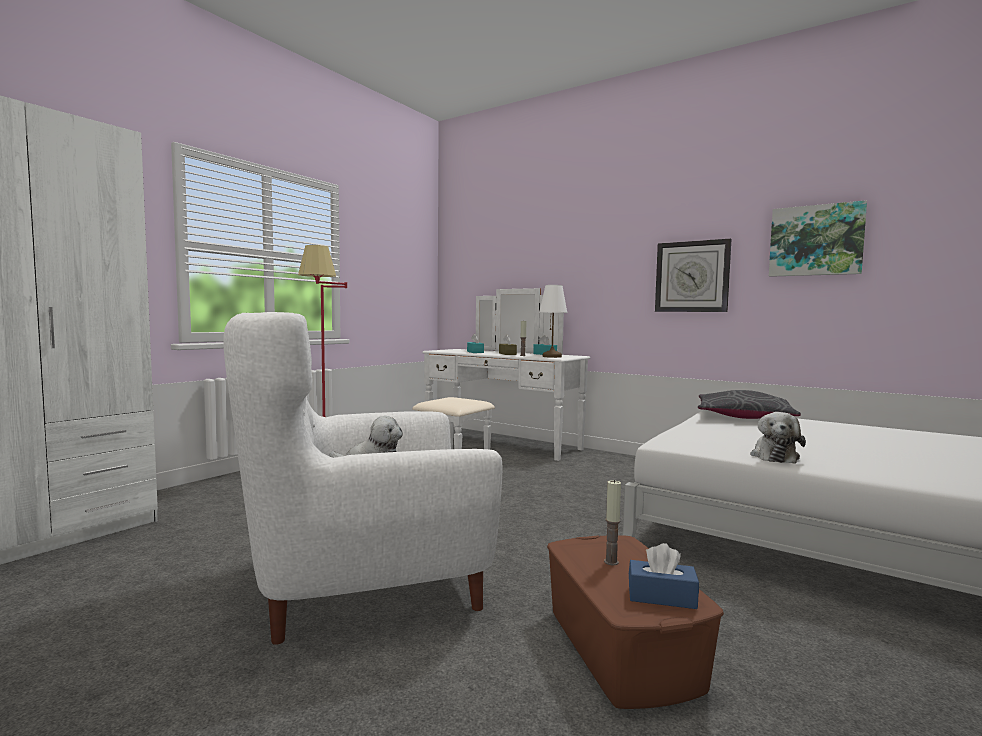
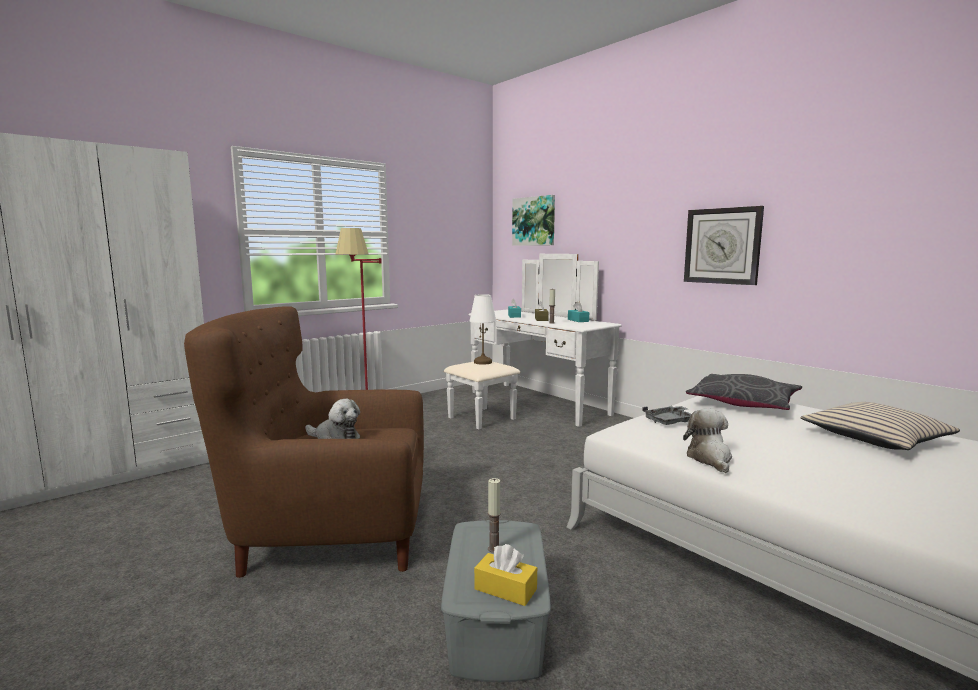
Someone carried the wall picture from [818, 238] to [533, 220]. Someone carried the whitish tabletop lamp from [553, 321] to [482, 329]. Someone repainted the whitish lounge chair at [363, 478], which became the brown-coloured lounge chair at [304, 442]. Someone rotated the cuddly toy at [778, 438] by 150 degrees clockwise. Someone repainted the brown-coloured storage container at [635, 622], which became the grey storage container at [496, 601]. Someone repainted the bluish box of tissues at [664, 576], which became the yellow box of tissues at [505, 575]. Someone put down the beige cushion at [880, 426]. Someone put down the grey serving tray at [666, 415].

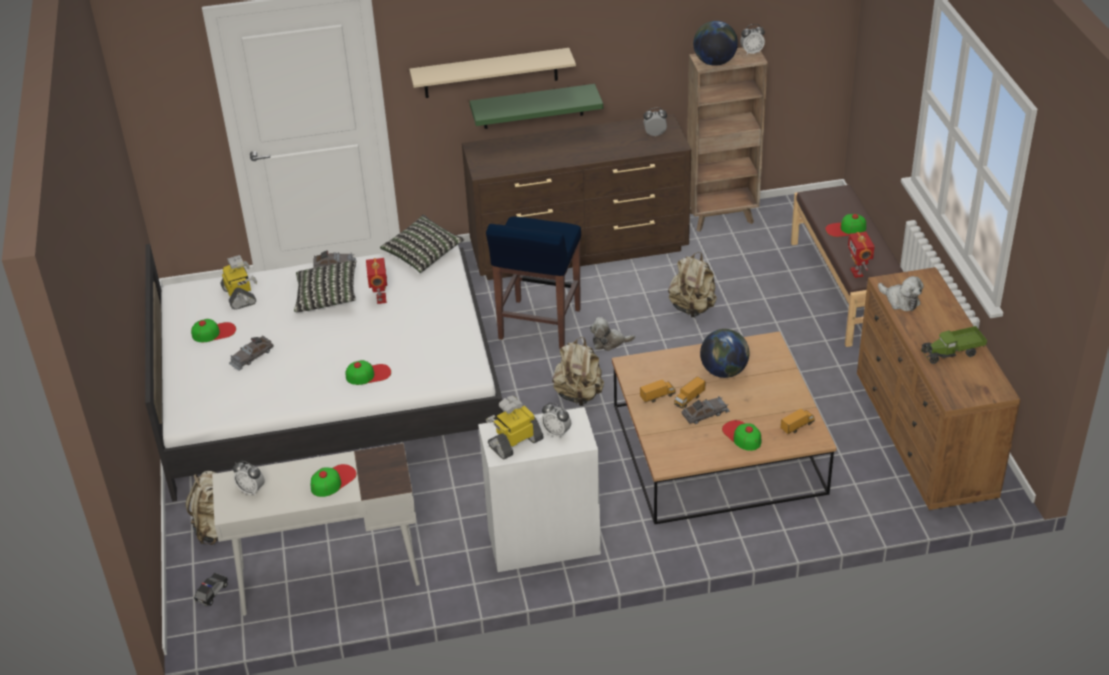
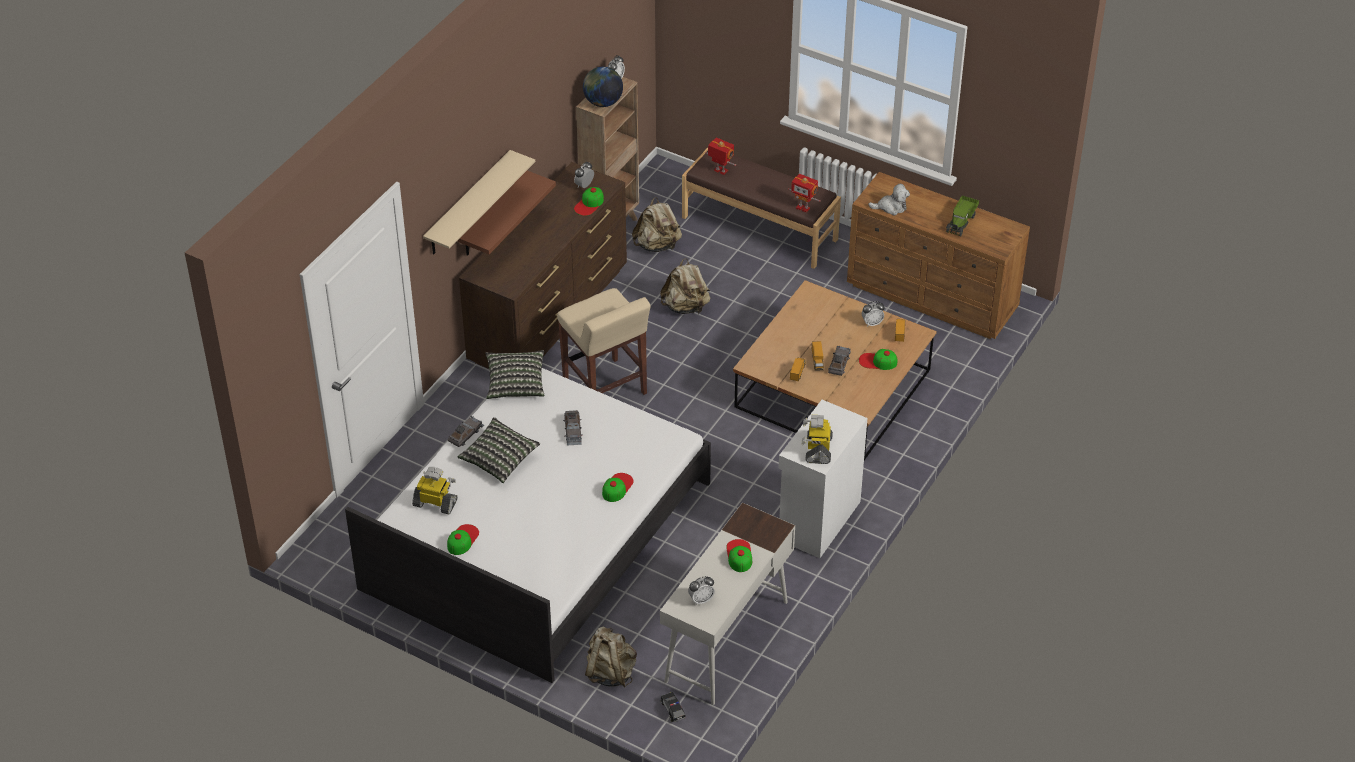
Someone repainted the greenish bracket shelf at [536, 106], which became the brown-coloured bracket shelf at [507, 213]. Someone carried the peaked cap from [845, 225] to [589, 201]. Someone repainted the bluish stool seat at [533, 283], which became the beige stool seat at [604, 341]. Someone carried the model robot from [376, 281] to [720, 156]. Someone took away the cuddly toy at [612, 334]. Someone took away the desk globe at [724, 353]. Someone carried the grey model car from [251, 353] to [572, 427]. Someone carried the beige backpack from [578, 371] to [657, 224]. Someone carried the table clock from [556, 420] to [873, 314].

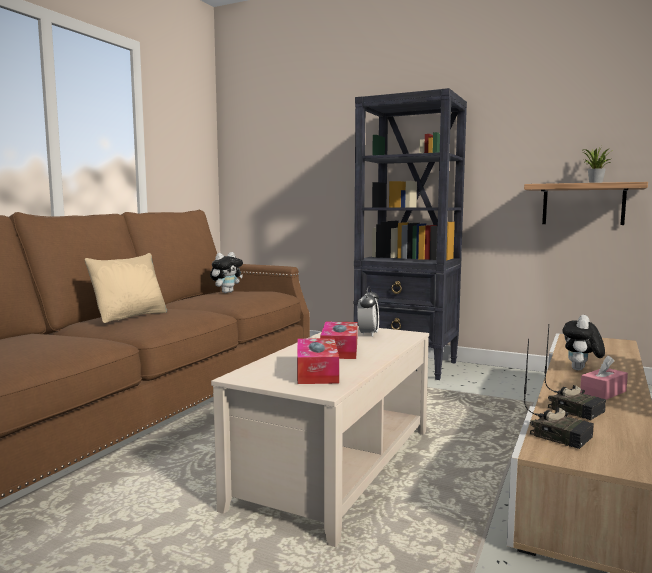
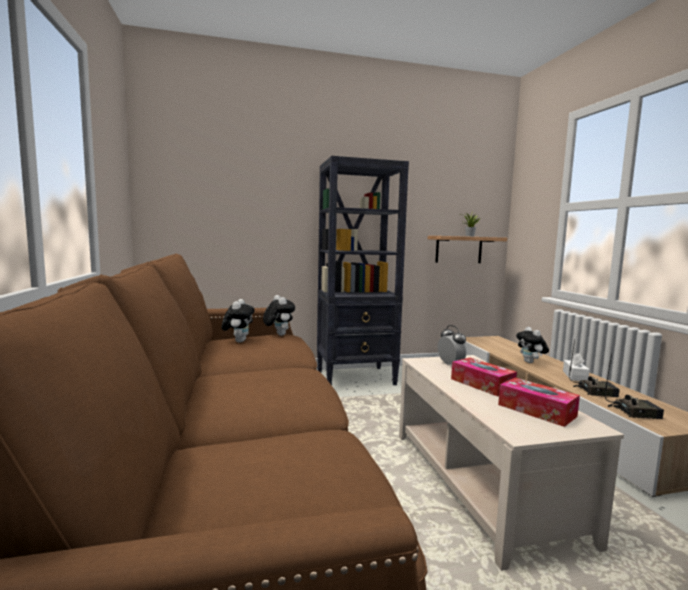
Someone took away the beige cushion at [126, 288]. Someone repainted the pink-coloured box of tissues at [604, 378], which became the whitish box of tissues at [576, 367]. Someone put down the cuddly toy at [279, 315].

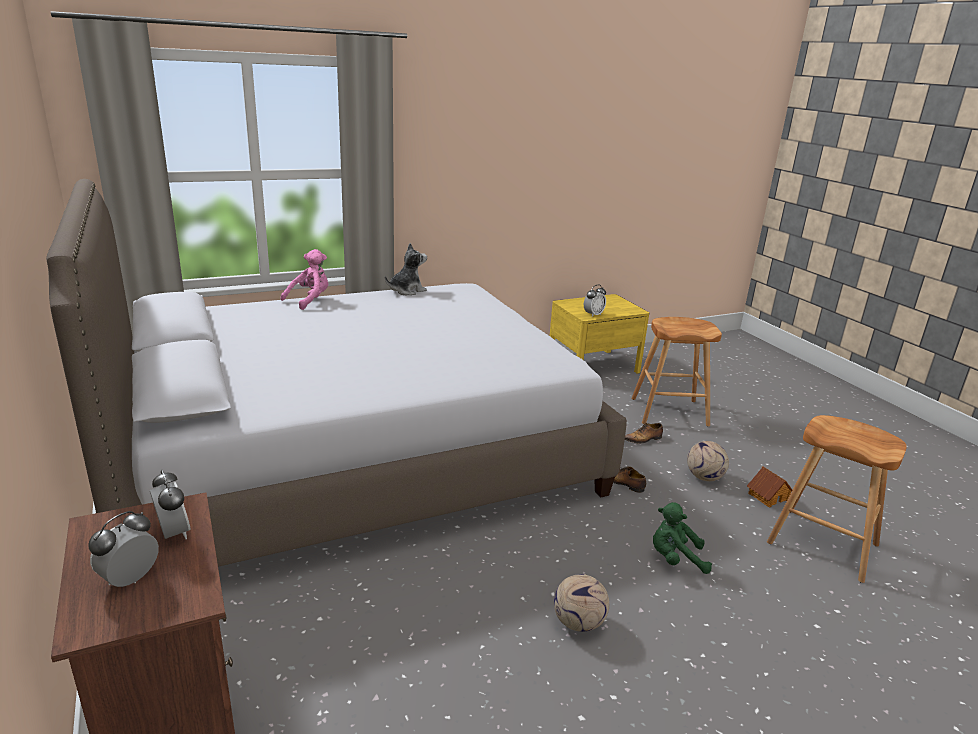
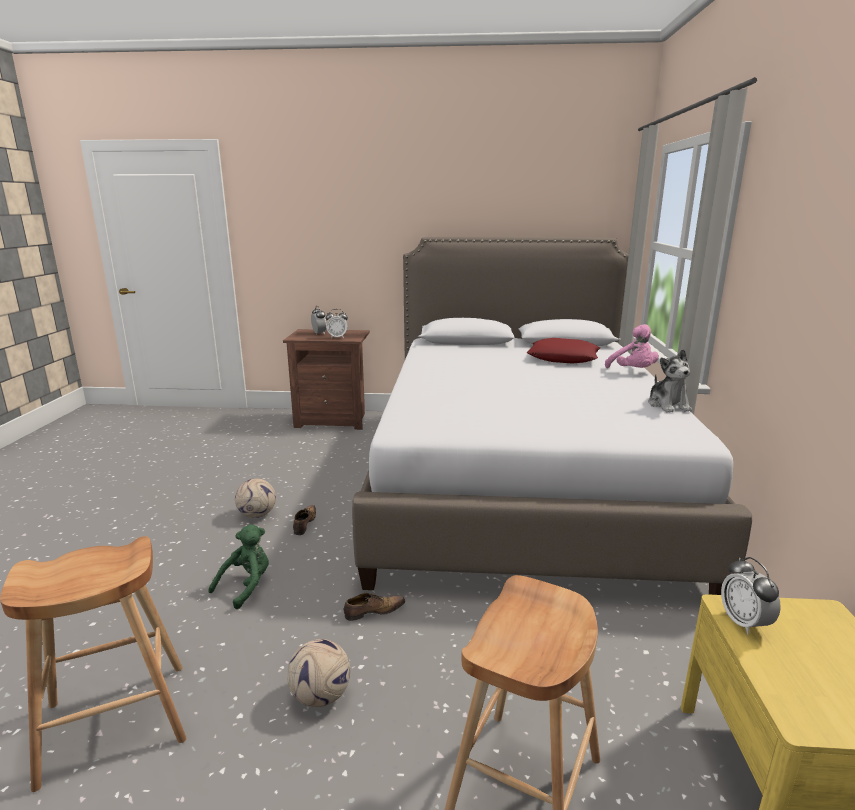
Someone carried the shoe from [644, 433] to [304, 520]. Someone took away the miniature house at [769, 487]. Someone put down the red cushion at [563, 351].

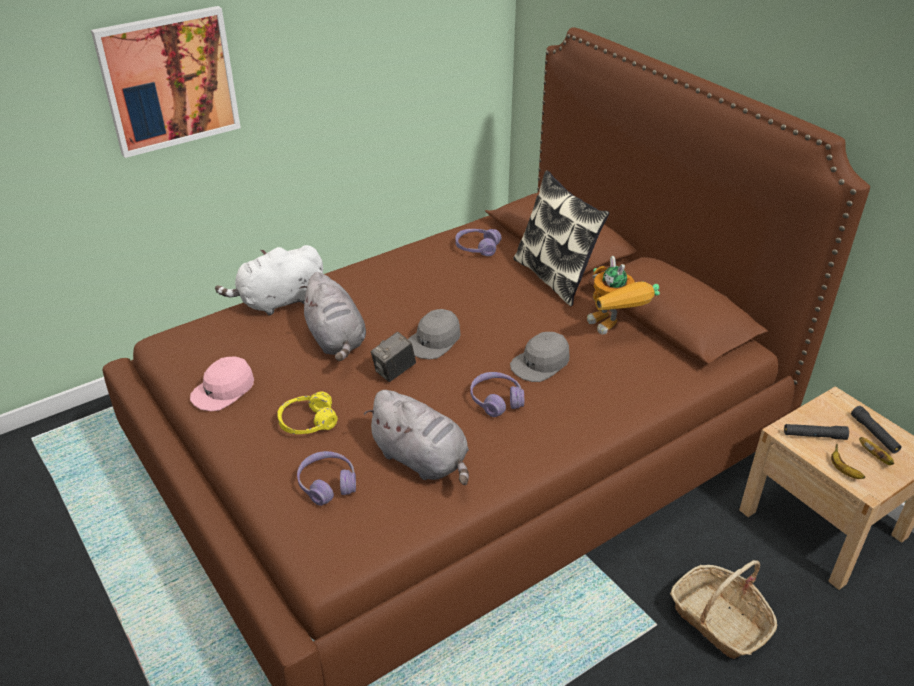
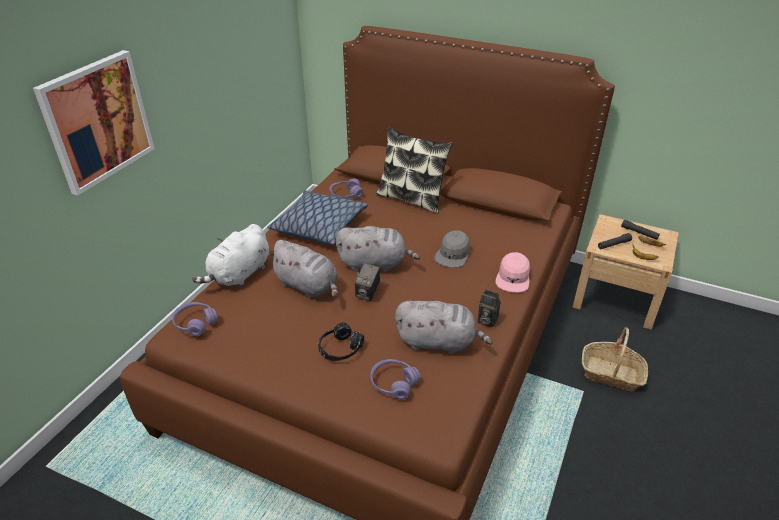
Someone took away the model robot at [623, 295]. Someone swapped the grey peaked cap at [434, 334] for the grey cuddly toy at [378, 249]. Someone carried the pink-coloured peaked cap from [222, 384] to [513, 272]. Someone carried the purple-coloured pair of headphones from [497, 394] to [195, 319]. Someone repainted the yellow pair of headphones at [307, 413], which became the blackish pair of headphones at [341, 341]. Someone put down the cushion at [318, 217]. Someone put down the still camera at [489, 308].

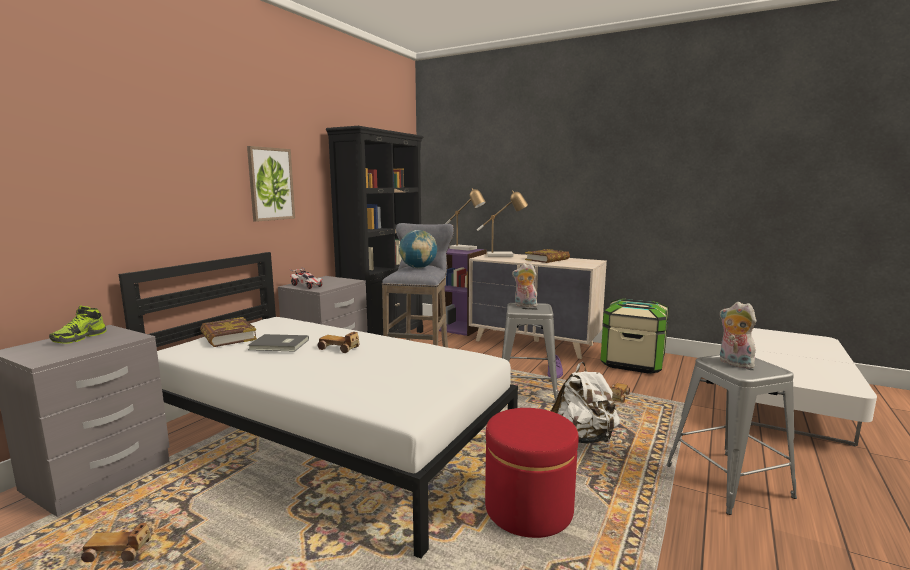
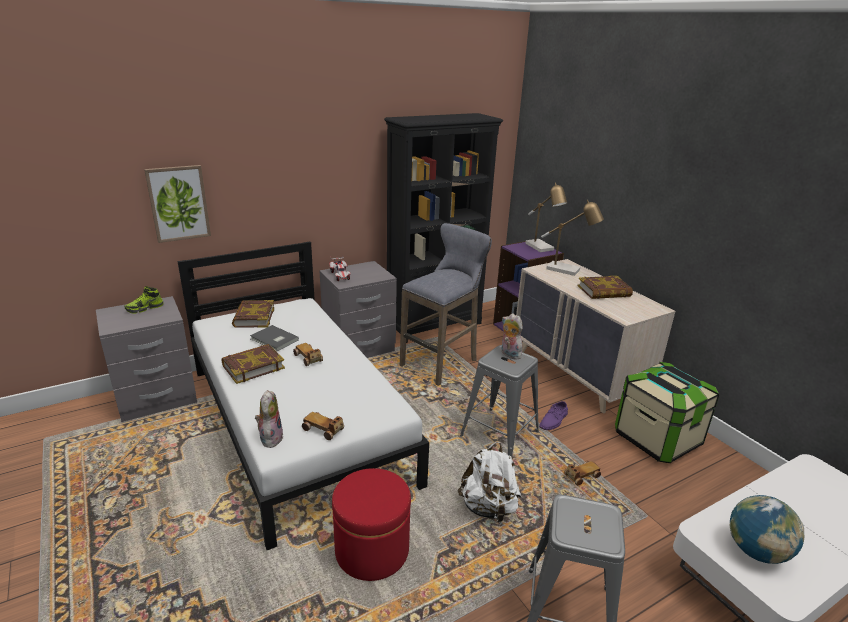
Someone carried the wall picture from [271, 184] to [177, 204]. Someone carried the desk globe from [418, 249] to [766, 529]. Someone carried the cuddly toy from [738, 335] to [269, 419]. Someone carried the model car from [116, 542] to [323, 426]. Someone put down the volume at [253, 364].

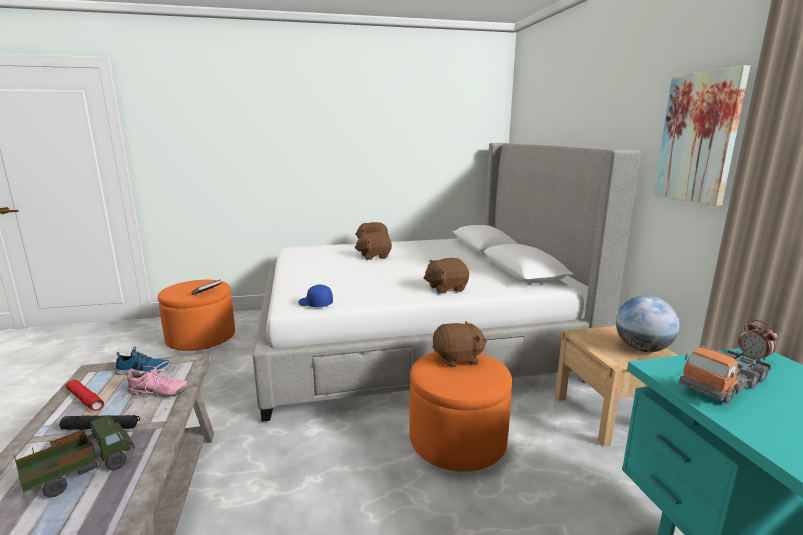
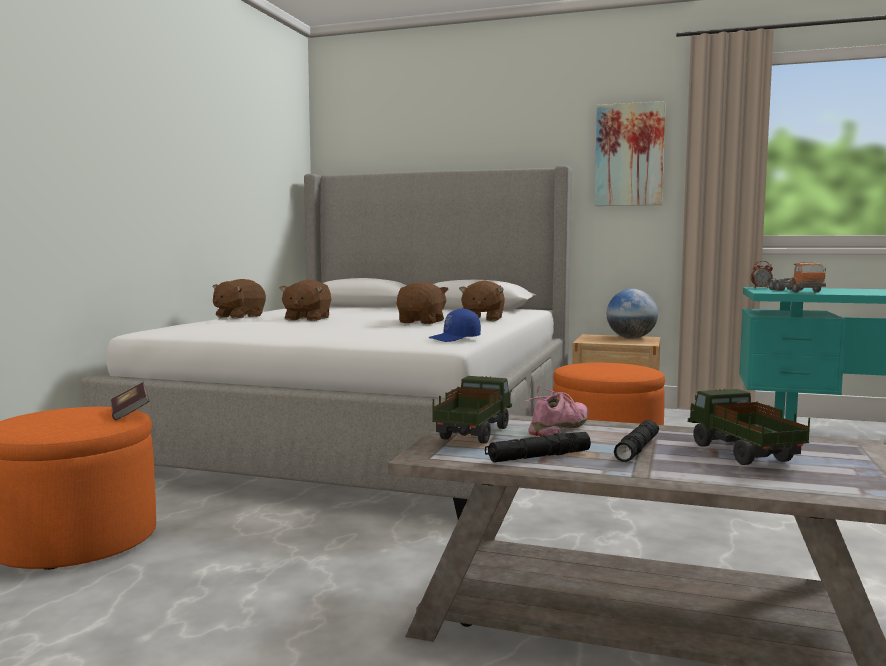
Someone carried the brown-coloured cuddly toy from [460, 344] to [423, 303]. Someone swapped the shoe at [143, 361] for the model truck at [472, 410]. Someone repainted the red hand torch at [84, 395], which became the blackish hand torch at [538, 447].

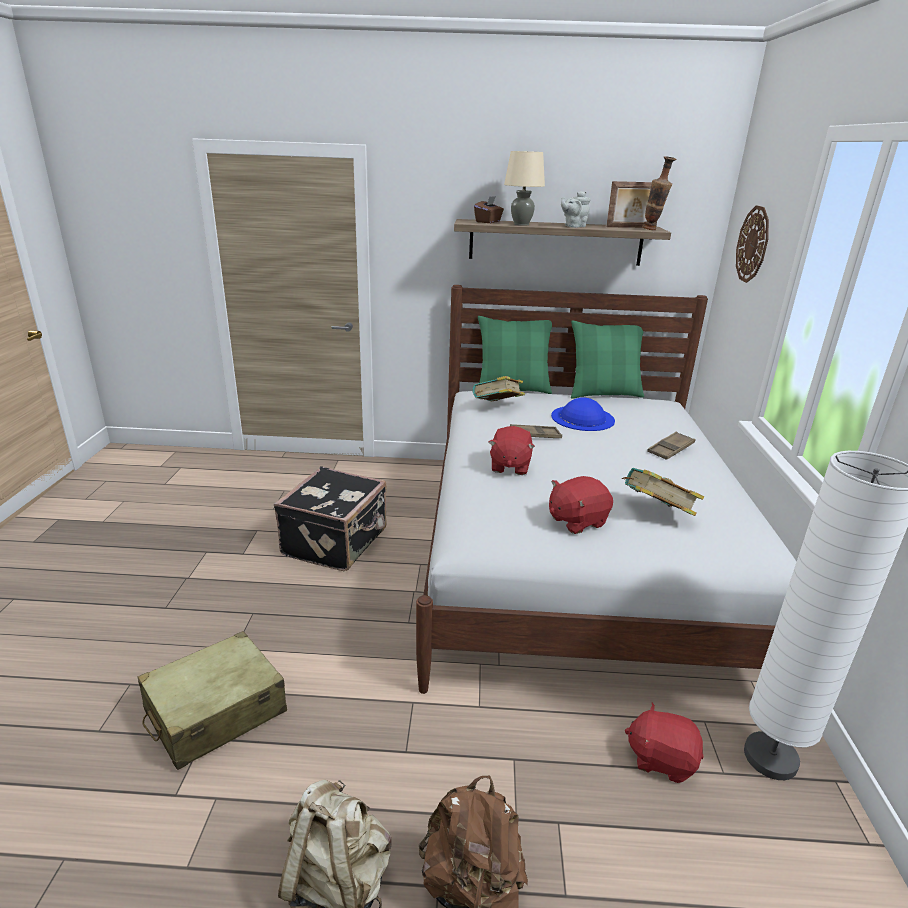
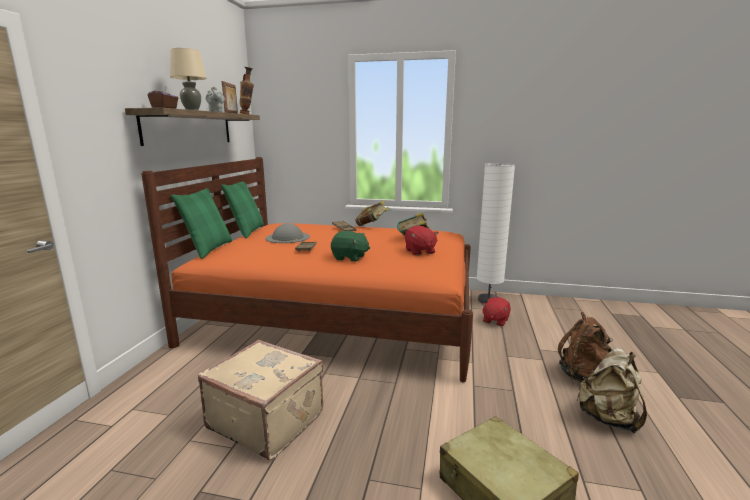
Someone took away the hanging clock at [752, 244]. Someone repainted the whitish sleeping bed at [606, 489], which became the orange-coloured sleeping bed at [307, 270]. Someone carried the volume from [498, 388] to [372, 213]. Someone repainted the bluish wearable hat at [583, 414], which became the grey wearable hat at [287, 233]. Someone repainted the red cuddly toy at [512, 450], which became the greenish cuddly toy at [350, 246]. Someone repainted the blackish piece of luggage at [330, 518], which became the beige piece of luggage at [261, 400].

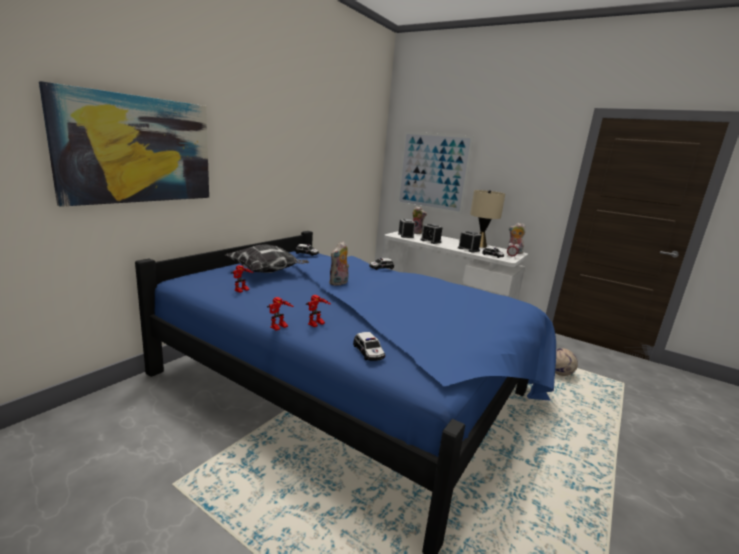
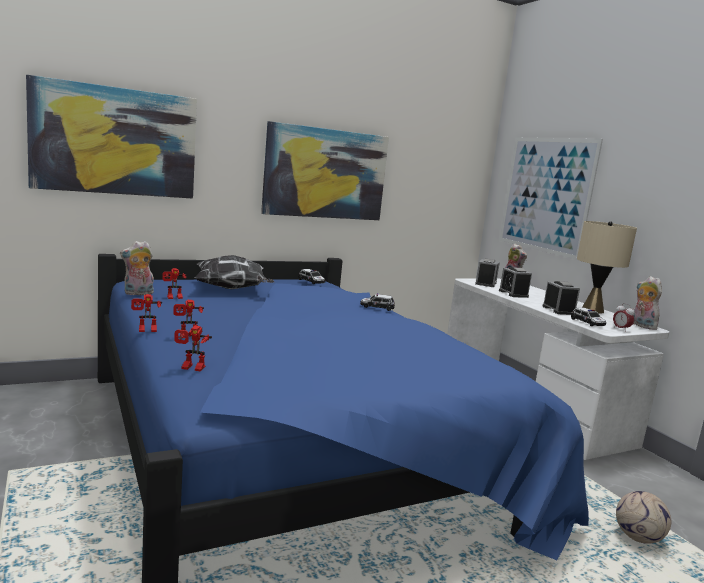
Someone carried the cuddly toy from [339, 263] to [137, 268]. Someone swapped the model car at [369, 346] for the model robot at [193, 348]. Someone put up the wall picture at [325, 170].

